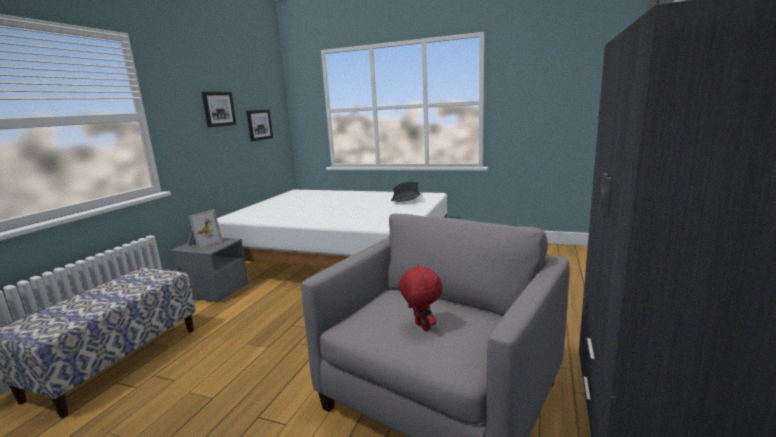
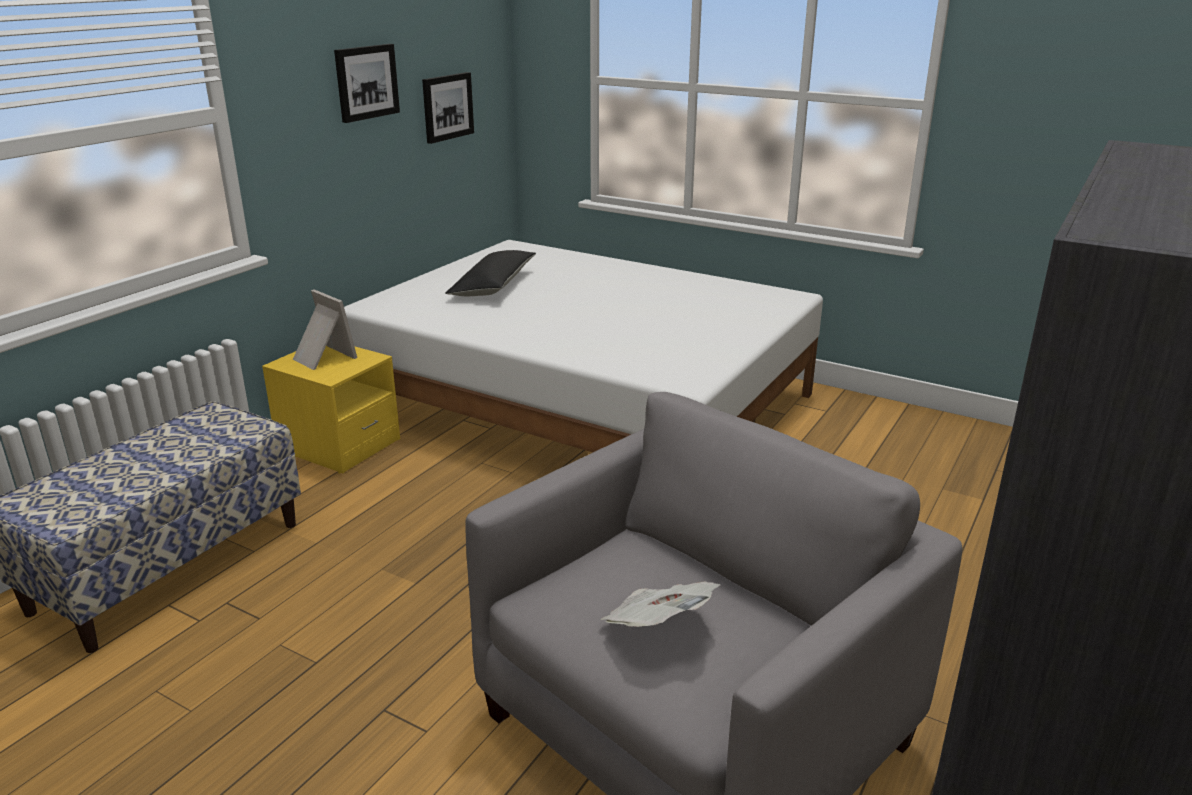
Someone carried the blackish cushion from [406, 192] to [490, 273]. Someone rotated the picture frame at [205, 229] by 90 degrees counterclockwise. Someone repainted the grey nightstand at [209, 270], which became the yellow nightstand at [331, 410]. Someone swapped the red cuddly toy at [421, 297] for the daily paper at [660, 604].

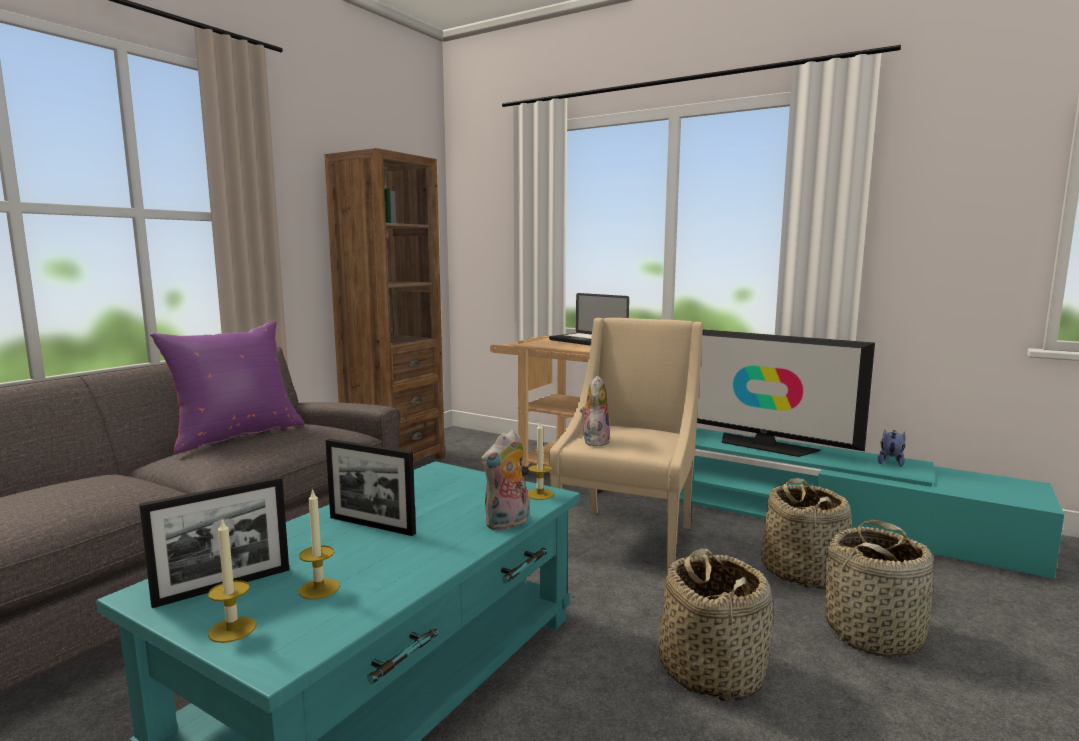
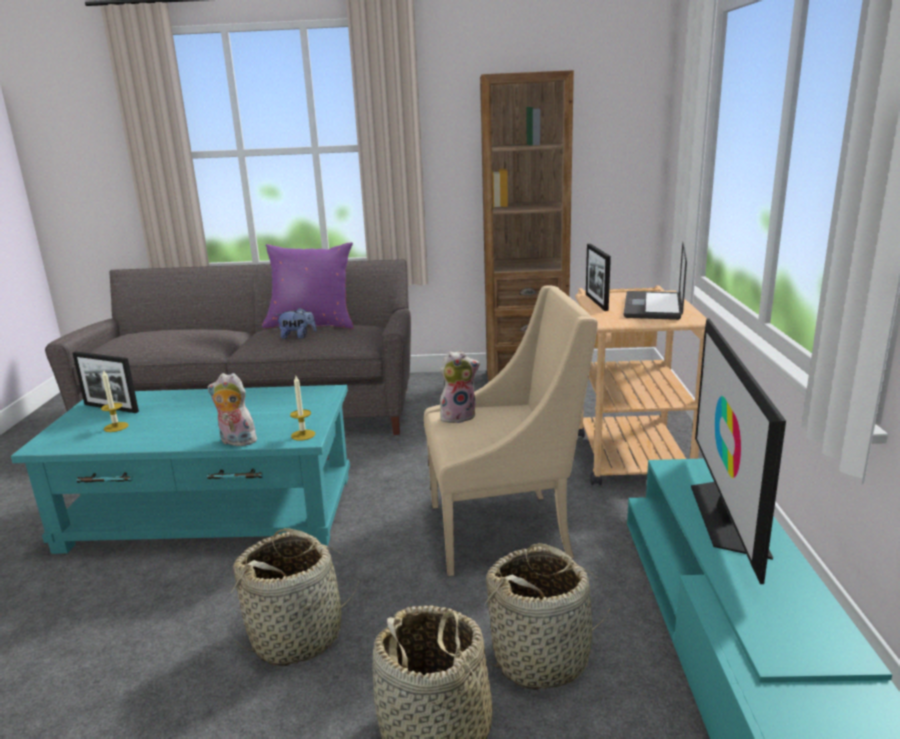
Someone carried the cuddly toy from [891, 448] to [296, 323]. Someone carried the picture frame from [371, 487] to [598, 277]. Someone took away the wax candle at [232, 581].

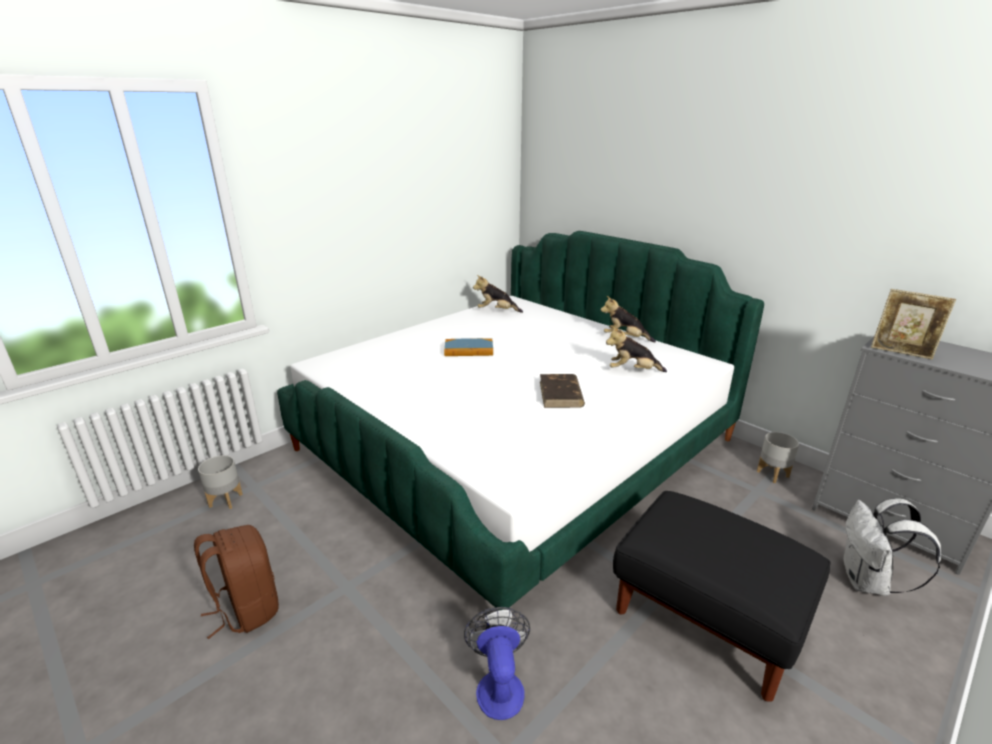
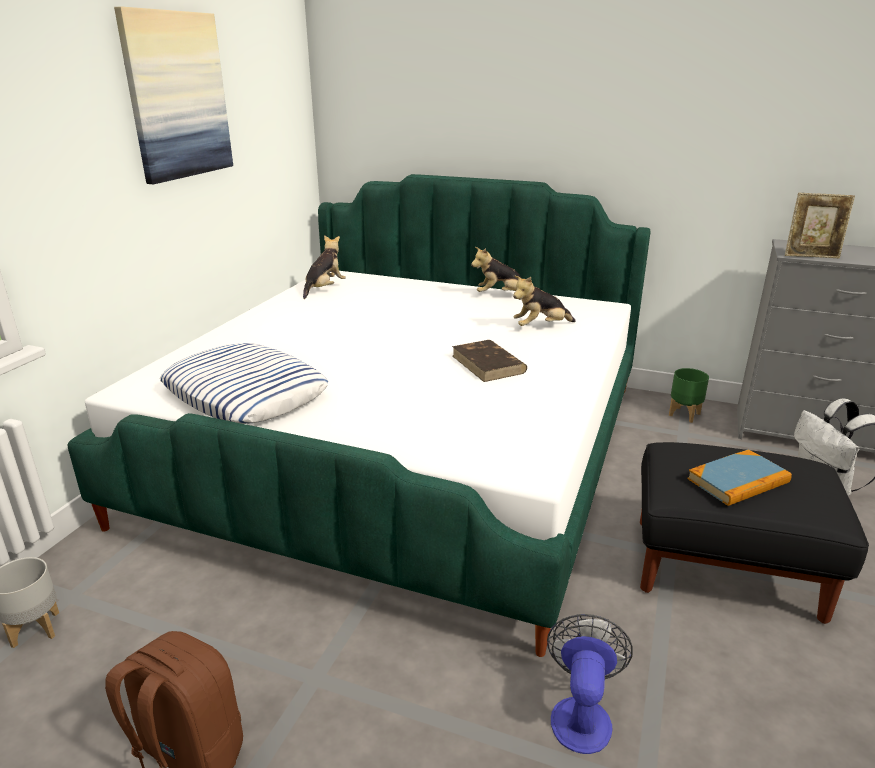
Someone rotated the cuddly toy at [498, 294] by 135 degrees clockwise. Someone carried the volume from [468, 347] to [739, 477]. Someone repainted the grey flower pot at [778, 457], which became the greenish flower pot at [689, 395]. Someone rotated the fan at [497, 663] by 45 degrees clockwise. Someone put up the wall picture at [173, 95]. Someone put down the cushion at [244, 383].

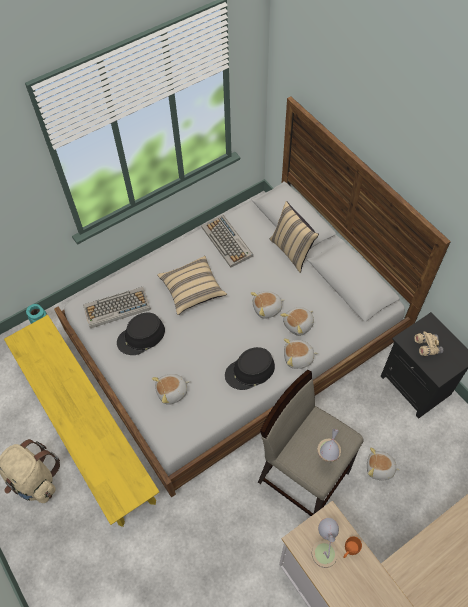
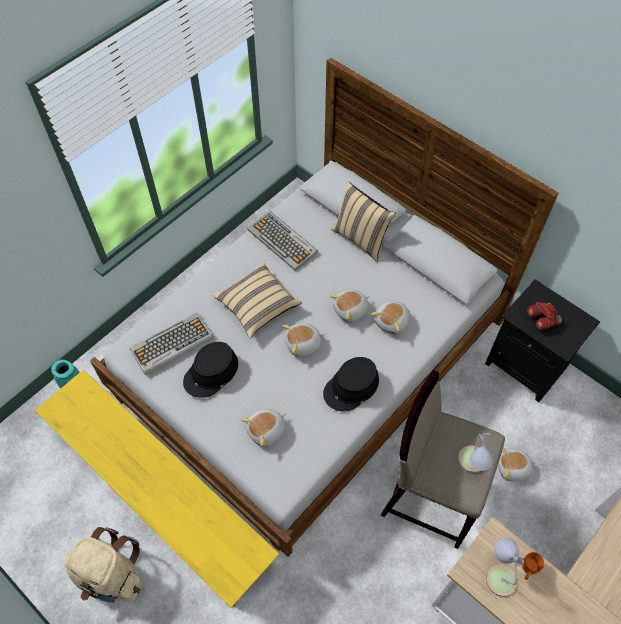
Someone repainted the beige field glasses at [428, 344], which became the red field glasses at [544, 316]. Someone carried the cuddly toy from [301, 353] to [304, 340].

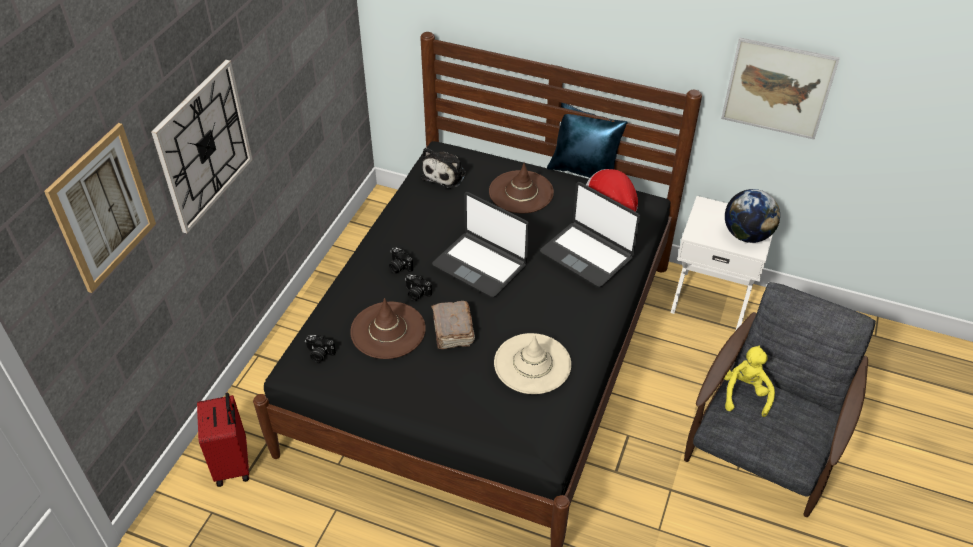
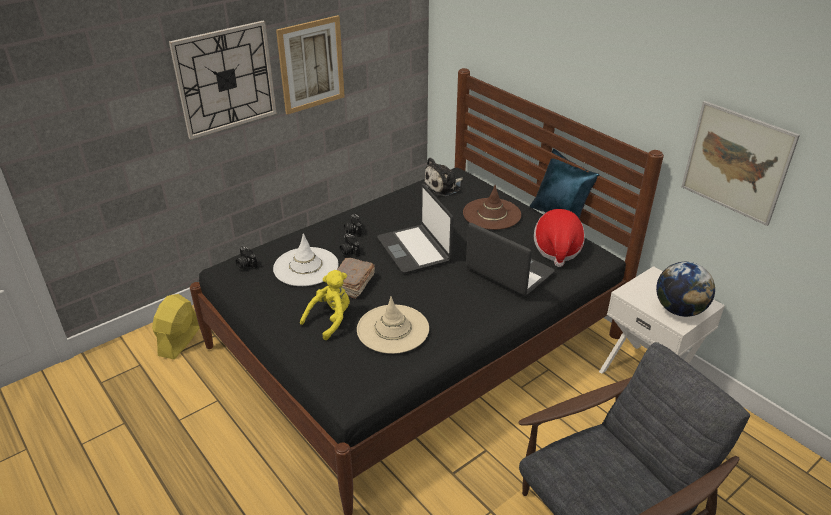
Someone carried the wall picture from [100, 208] to [310, 65]. Someone rotated the portable computer at [590, 235] by 150 degrees clockwise. Someone repainted the brown-coloured wearable hat at [388, 328], which became the whitish wearable hat at [306, 259]. Someone carried the yellow cuddly toy from [749, 381] to [325, 305]. Someone swapped the red piece of luggage at [223, 440] for the yellow fan at [176, 326].

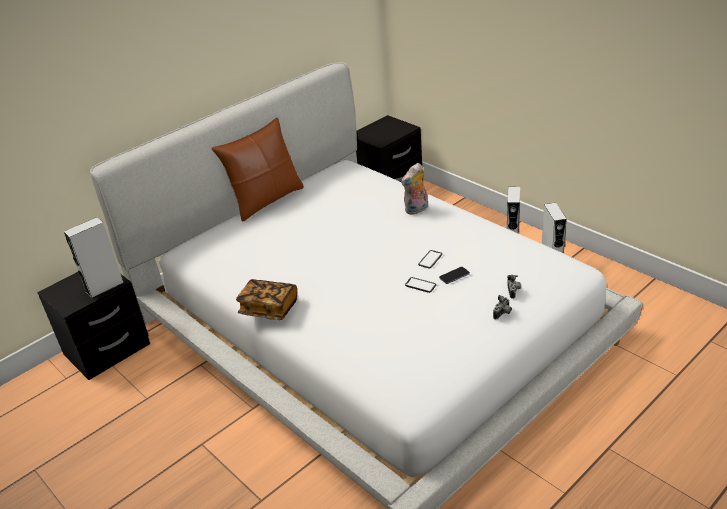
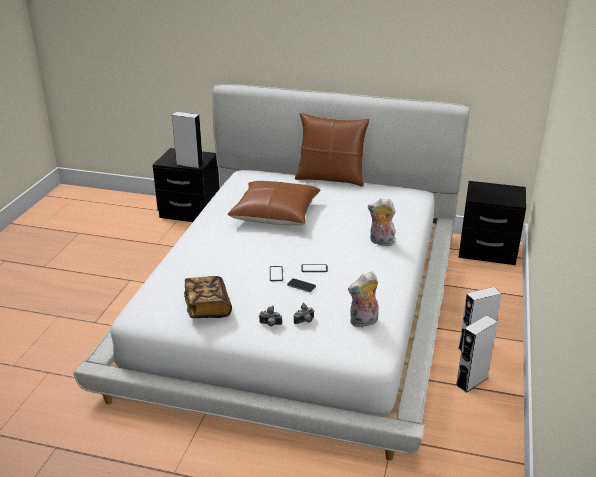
Someone carried the volume from [266, 299] to [208, 297]. Someone put down the brown-coloured cushion at [274, 203]. Someone put down the cuddly toy at [363, 299].

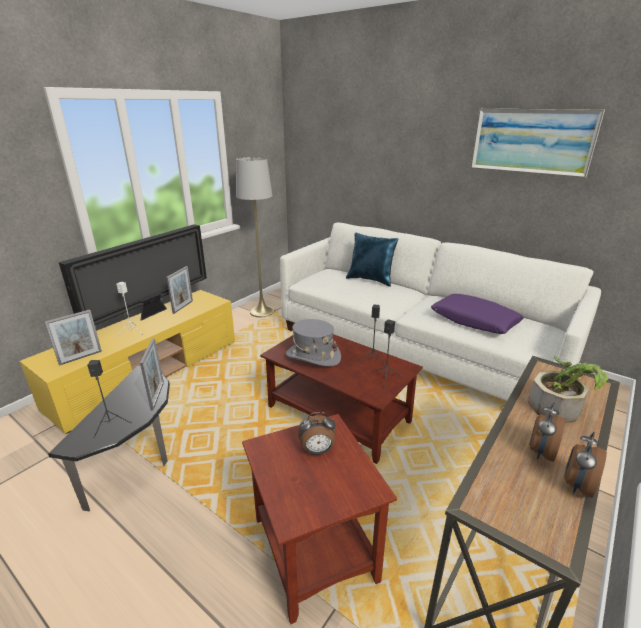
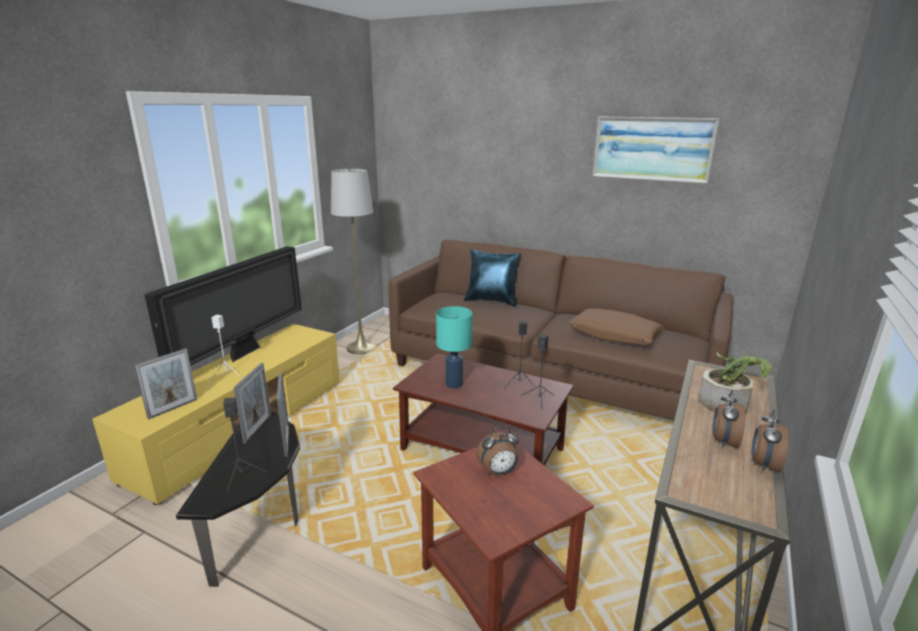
Someone repainted the whitish settee at [440, 311], which became the brown-coloured settee at [560, 330]. Someone carried the picture frame from [179, 290] to [252, 403]. Someone repainted the purple-coloured cushion at [477, 314], which became the brown-coloured cushion at [617, 327]. Someone swapped the grey wearable hat at [313, 342] for the turquoise tabletop lamp at [454, 347].

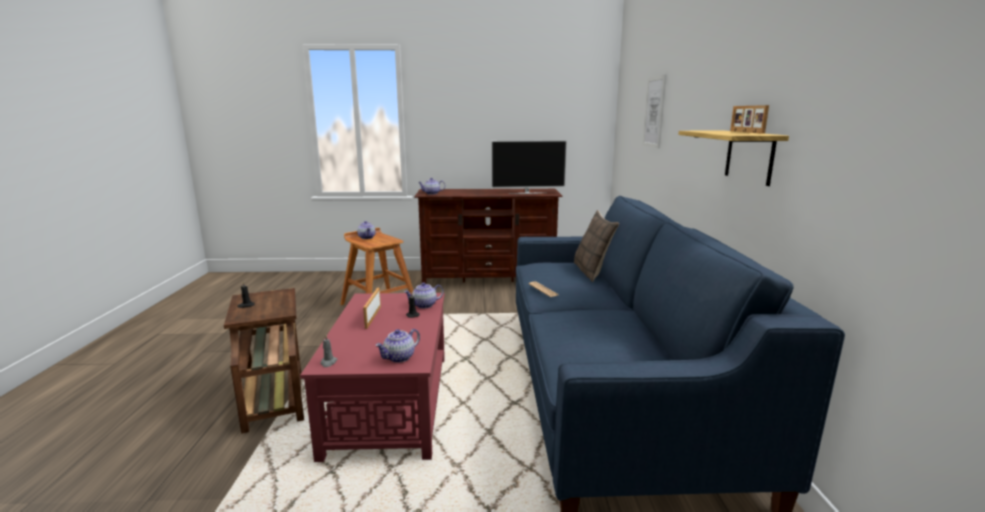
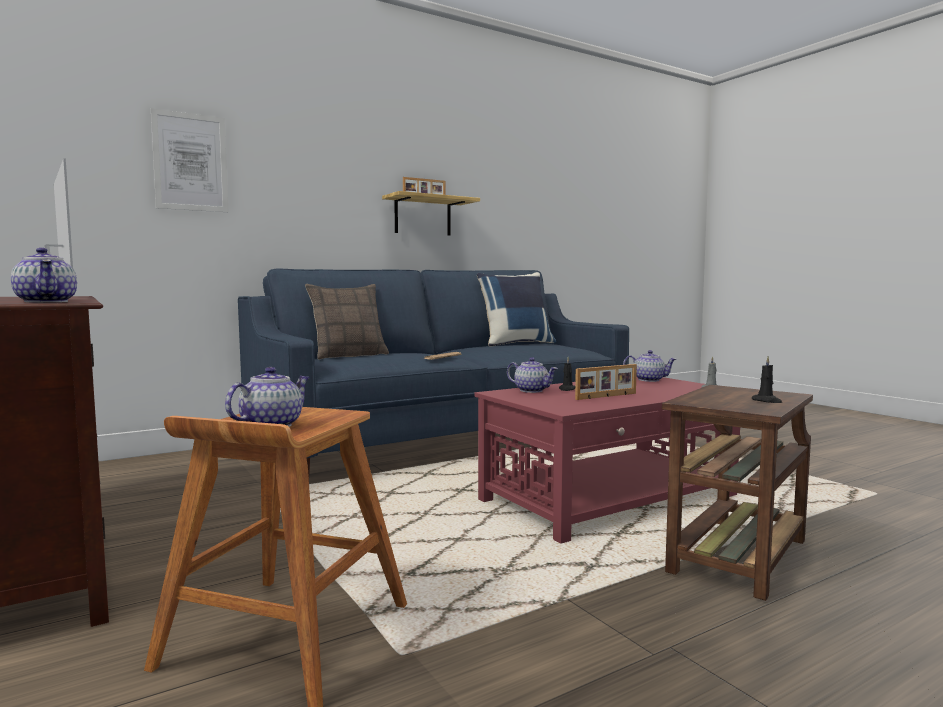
Someone put down the bluish cushion at [516, 309].

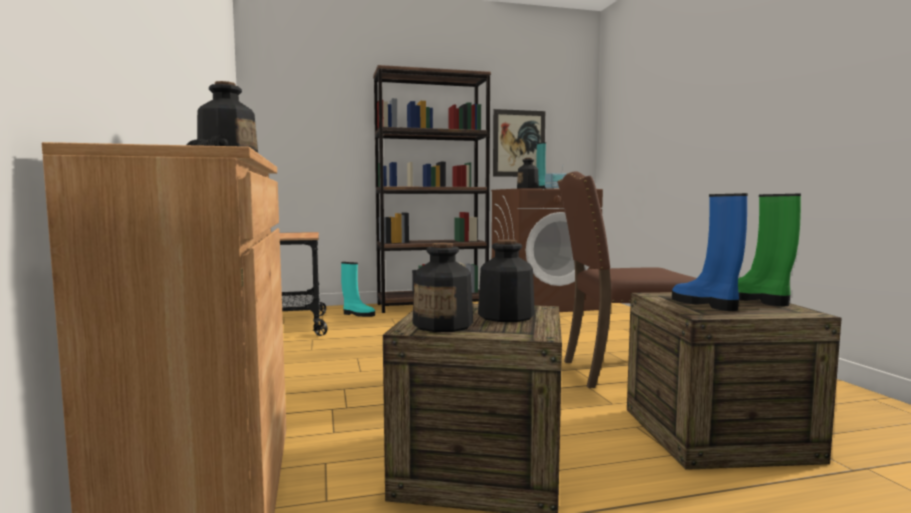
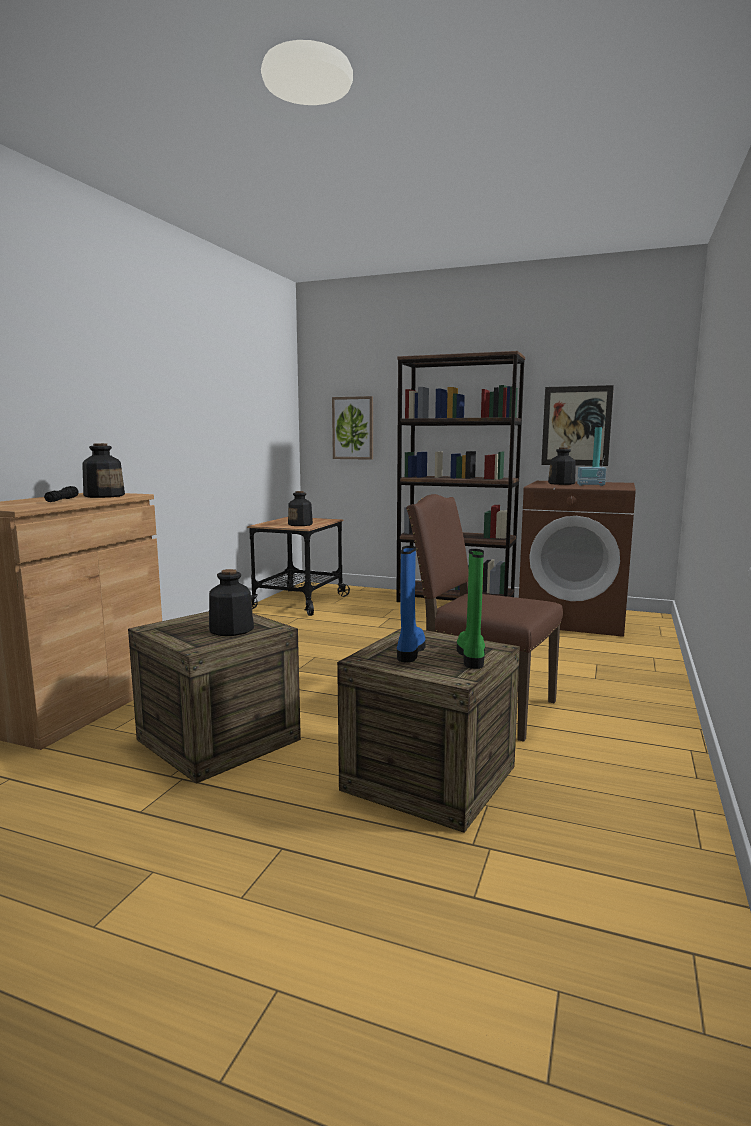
Someone carried the beverage bottle from [442, 287] to [300, 508]. Someone took away the turquoise high-top boot at [358, 289]. Someone put up the wall picture at [352, 428].

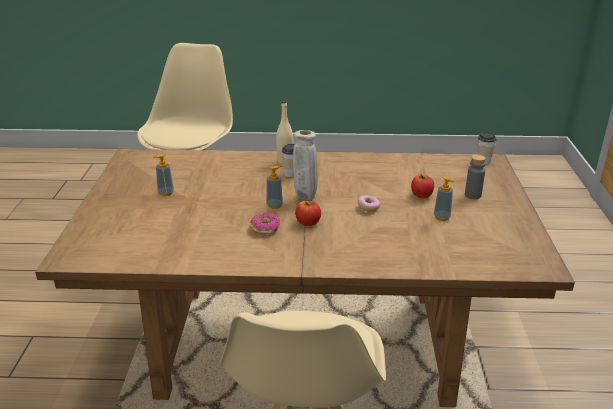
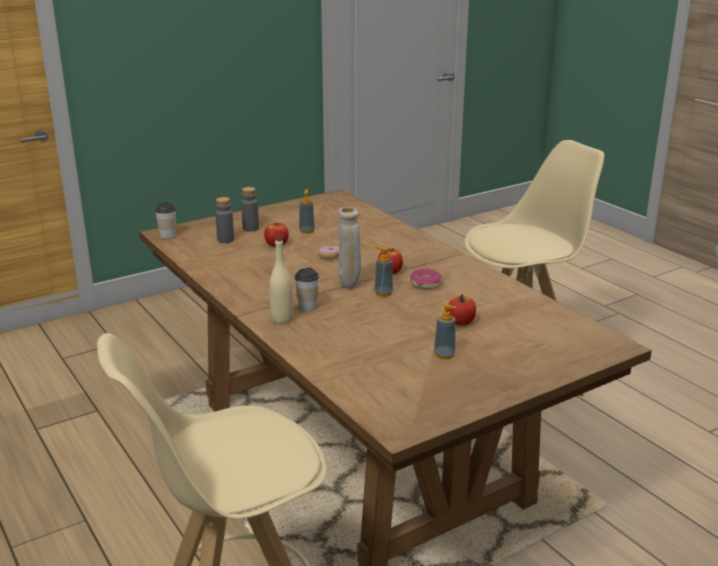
Someone put down the grey beverage bottle at [224, 220]. Someone put down the whole apple at [462, 310].

